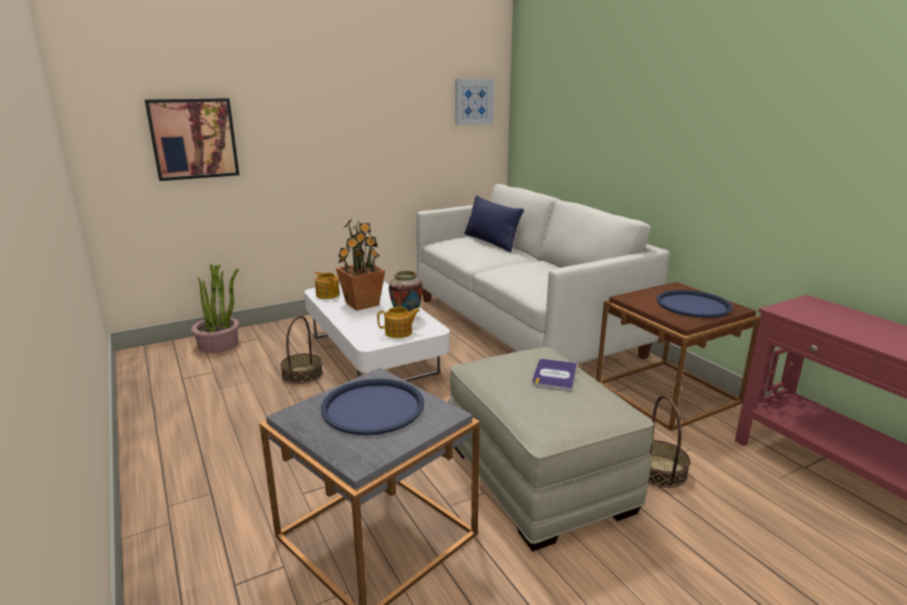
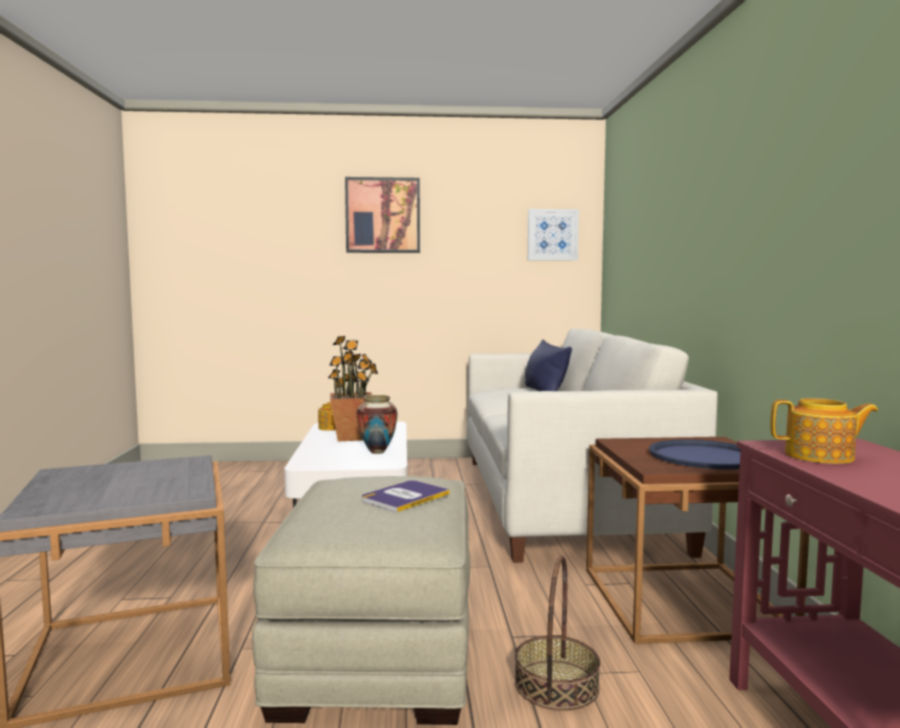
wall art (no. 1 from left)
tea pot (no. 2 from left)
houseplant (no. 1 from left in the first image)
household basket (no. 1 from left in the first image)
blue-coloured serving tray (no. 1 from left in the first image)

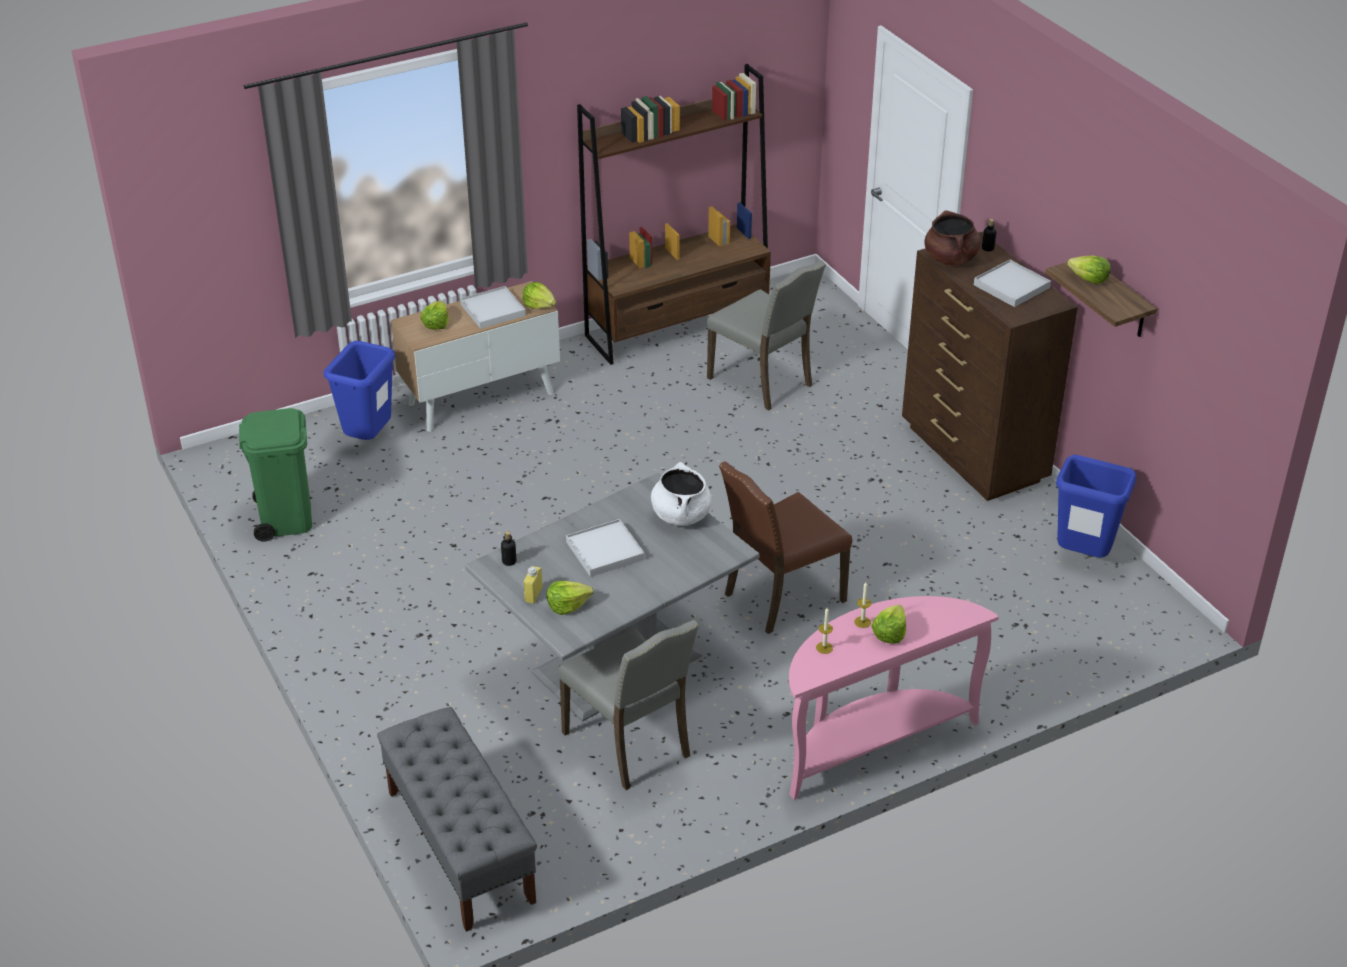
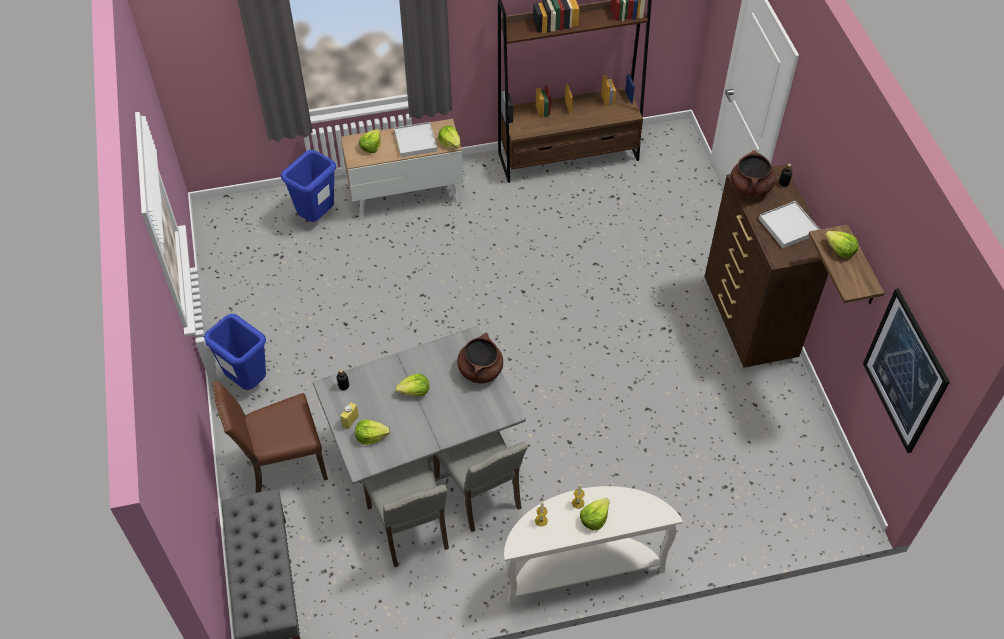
blue-coloured trash can (no. 1 from left)
brownish chair
lettuce head (no. 3 from left)
gray chair (no. 2 from left)
brownish stockpot (no. 1 from left)
whitish console table
wall art
green trash can

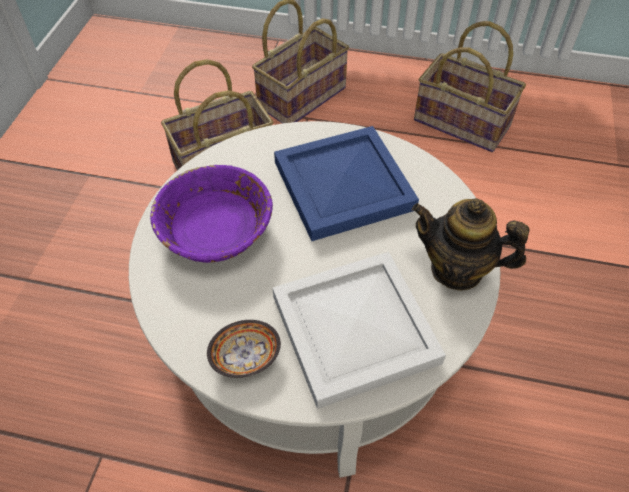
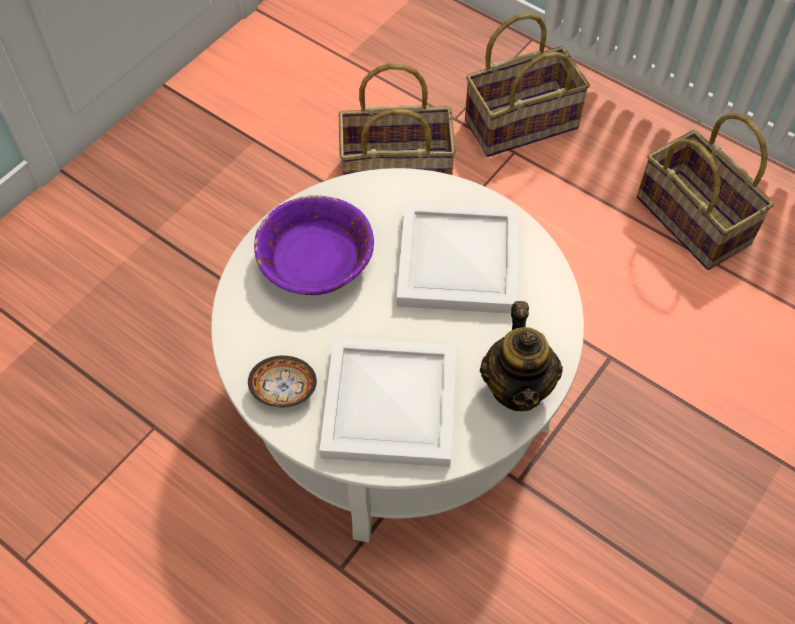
whitish serving tray (no. 2 from left)
tea pot

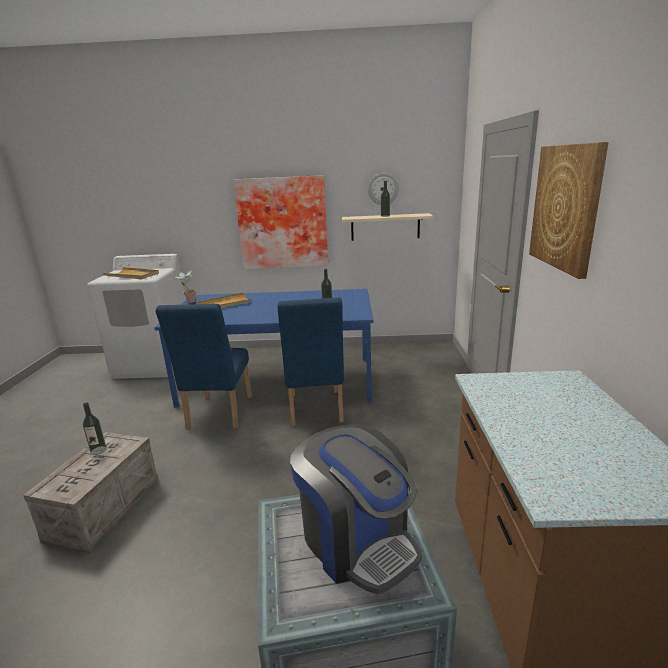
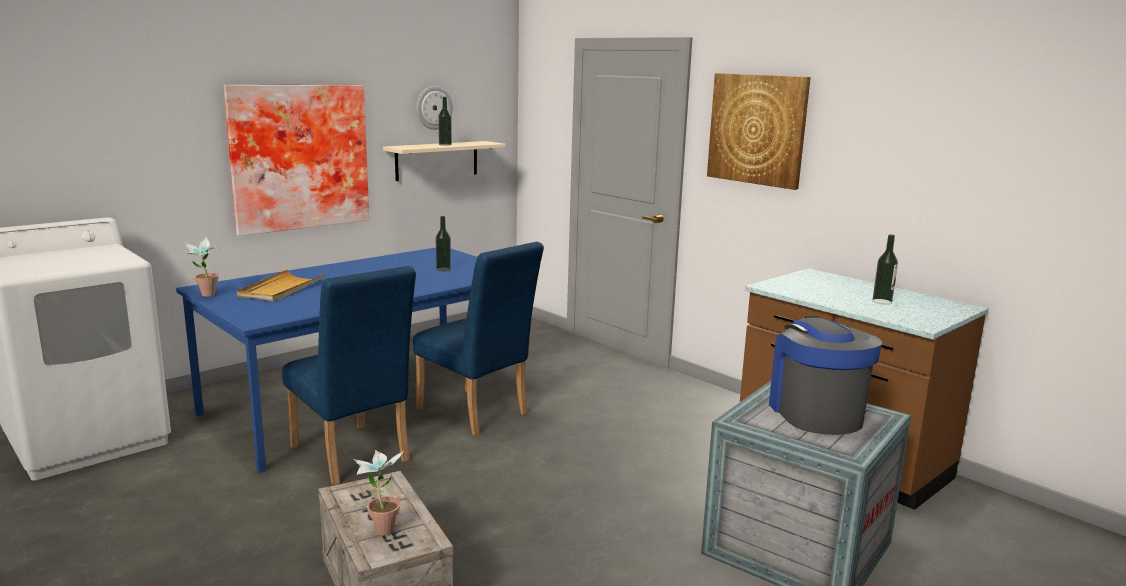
houseplant (no. 2 from left)
coffee brewer
drink bottle (no. 3 from left)
beige-coloured serving tray (no. 1 from left in the first image)

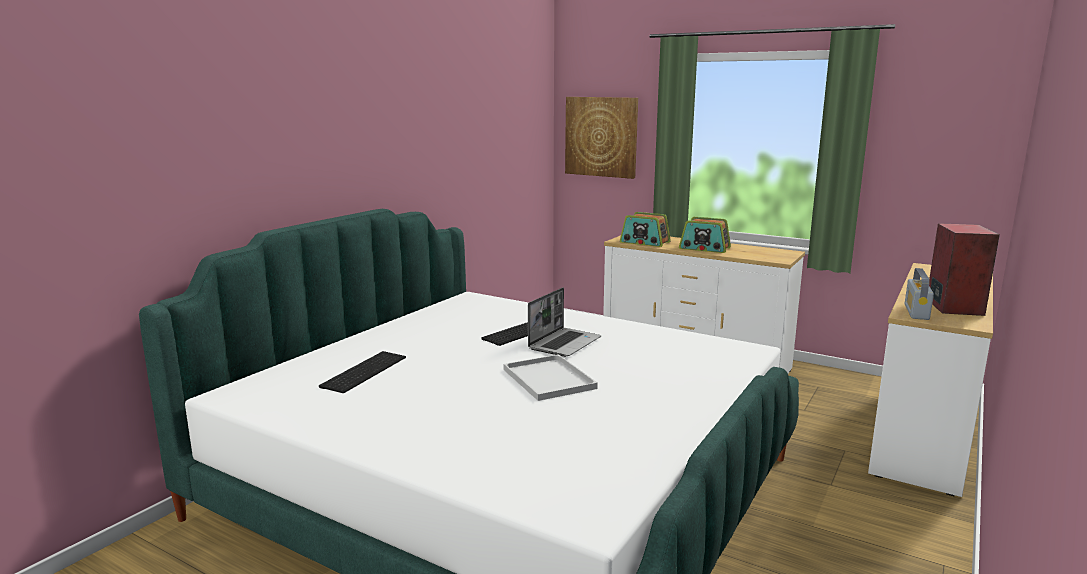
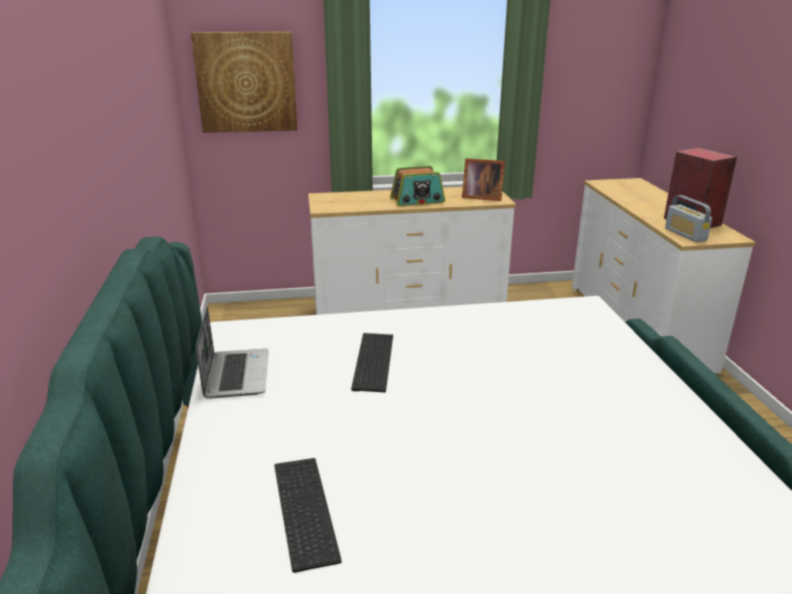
portable computer
picture frame
whitish serving tray
radio (no. 1 from left in the first image)

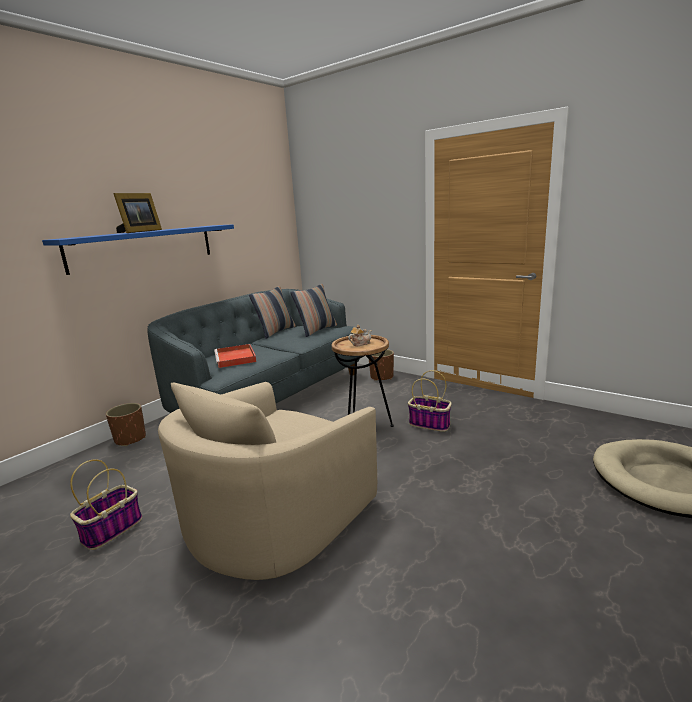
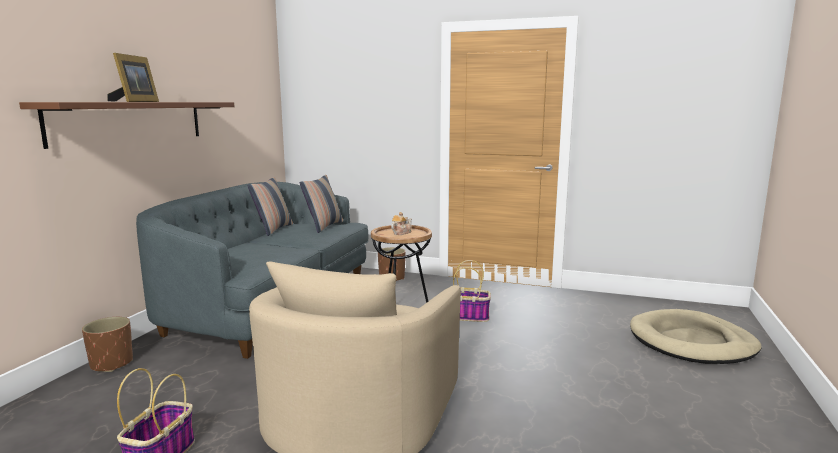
brownish wall shelf
red-coloured serving tray

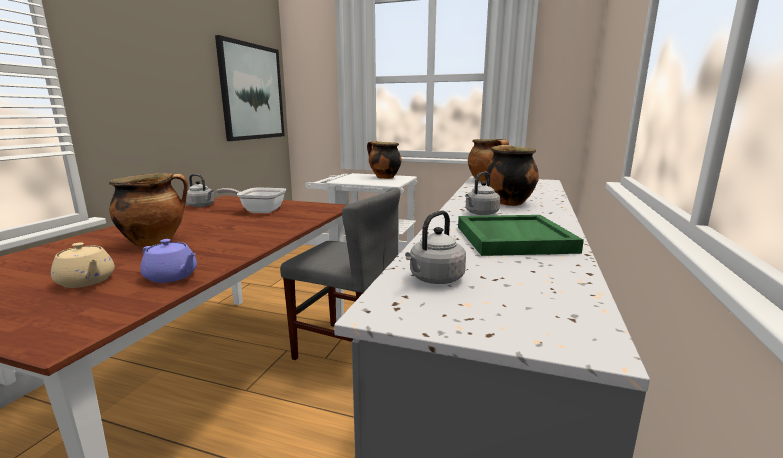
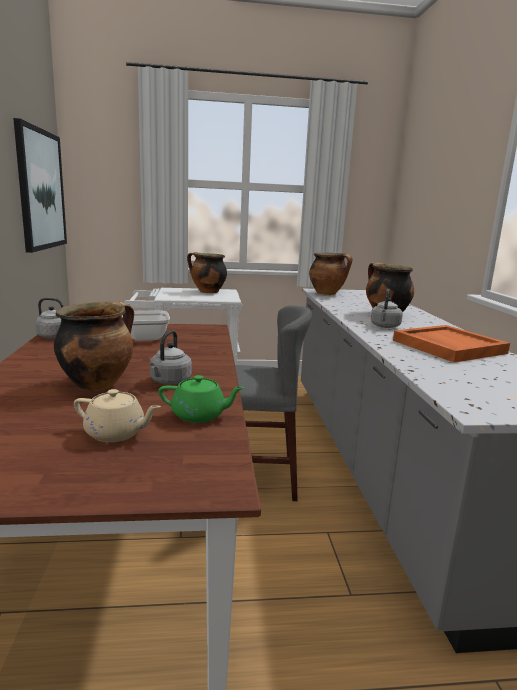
gray kettle (no. 2 from left)
green tea pot
orangey serving tray

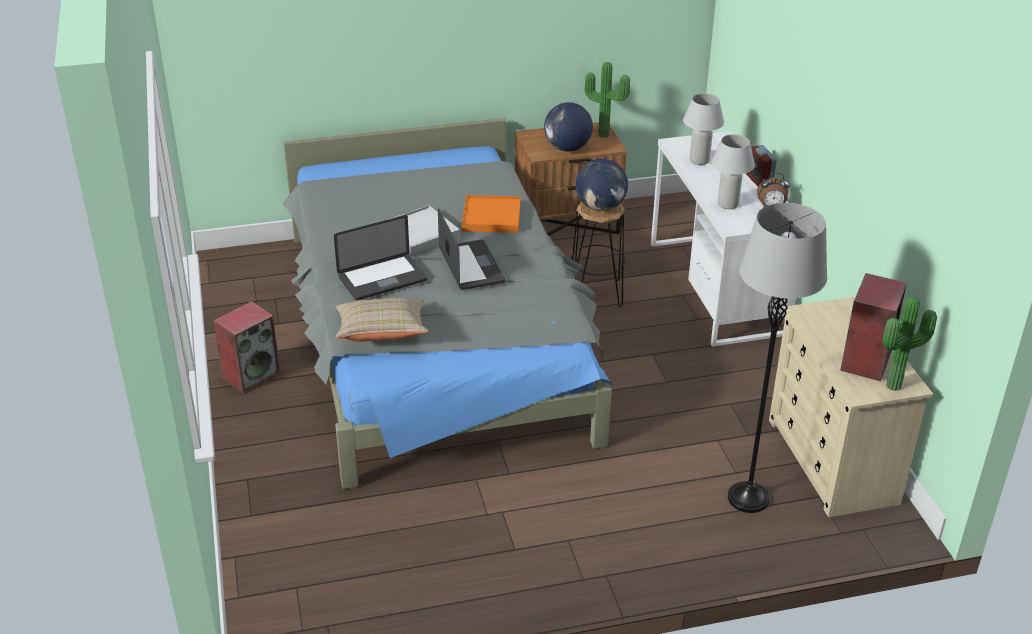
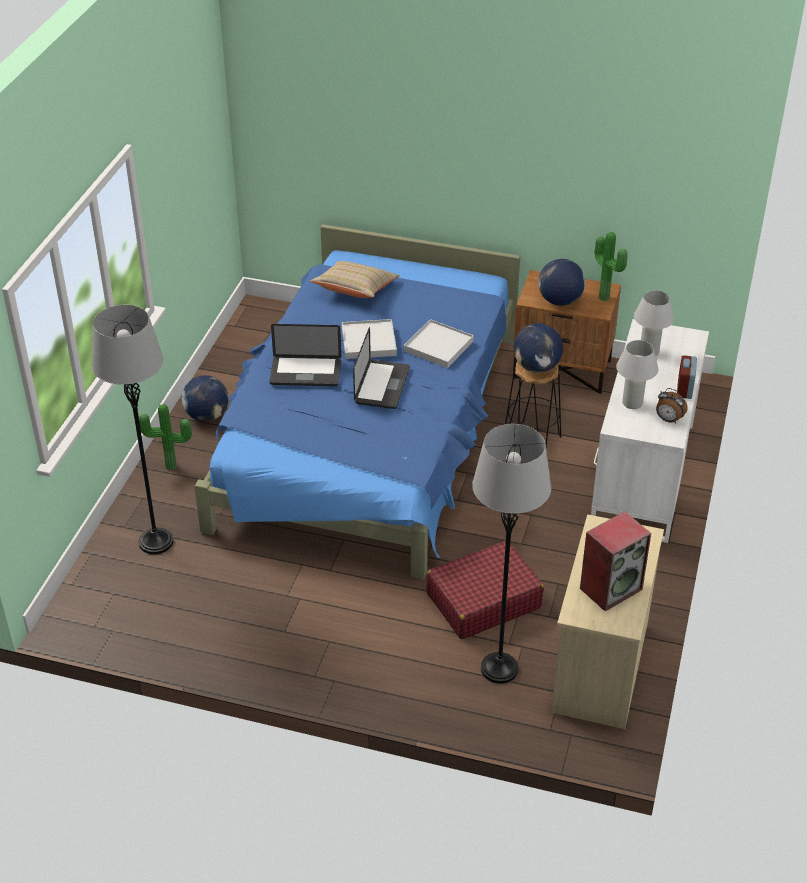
gray standard lamp (no. 1 from left)
houseplant (no. 1 from left)
globe (no. 1 from left)
blue-coloured bedroom bed
beige-coloured throw pillow
whitish serving tray (no. 2 from left)
red-coloured travel case

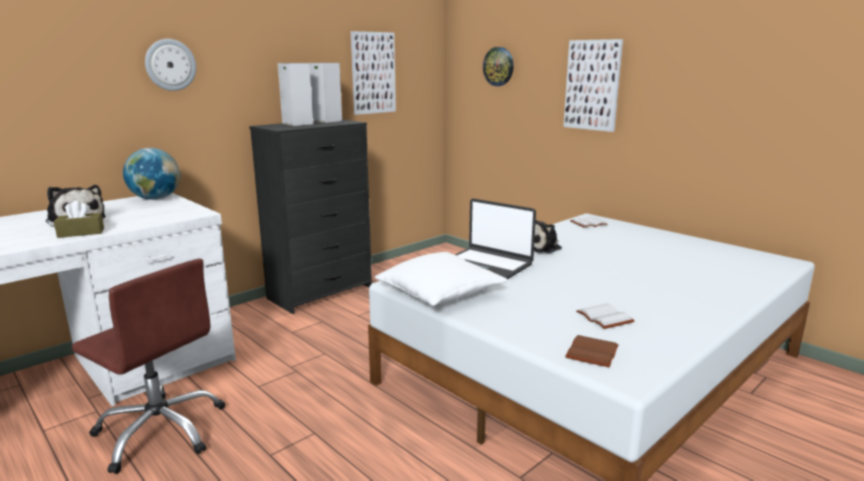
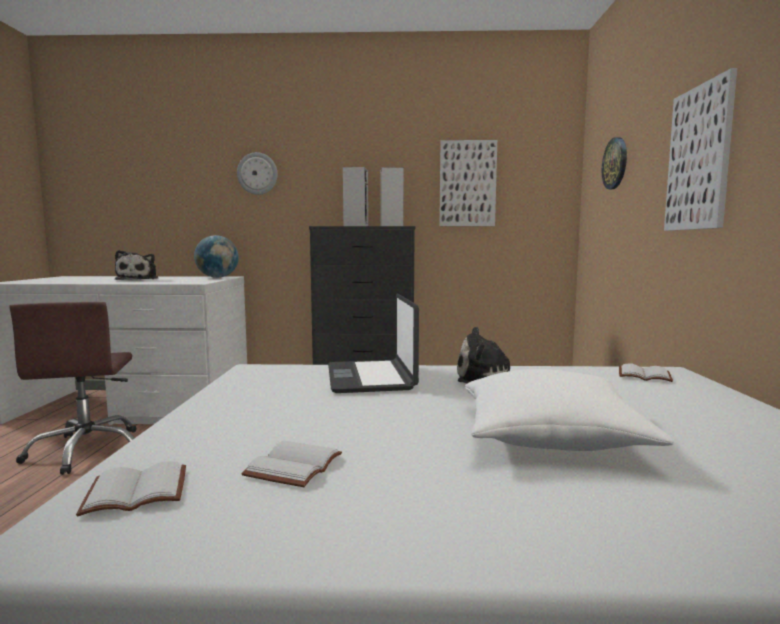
whitish volume (no. 1 from left)
whitish throw pillow
brownish box of tissues

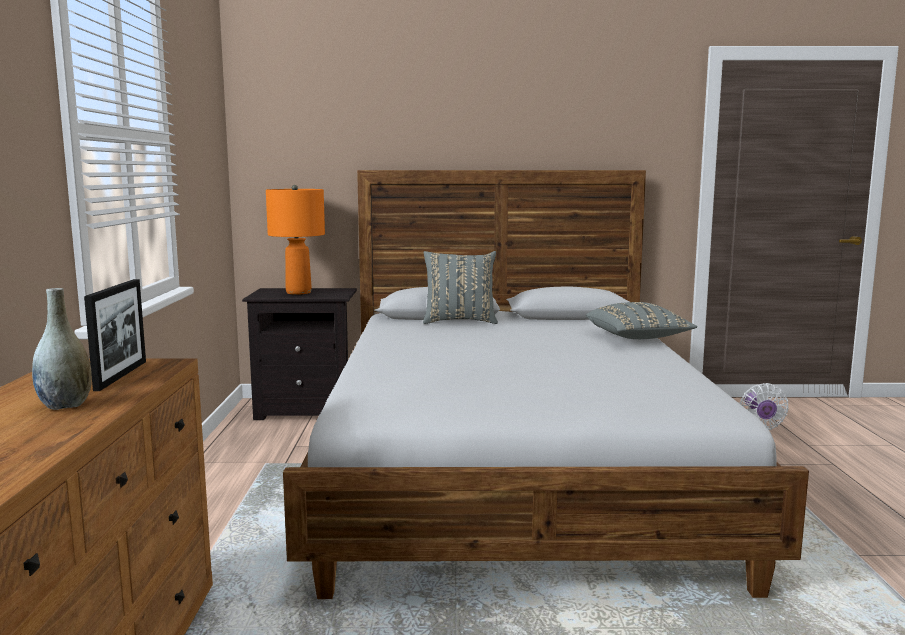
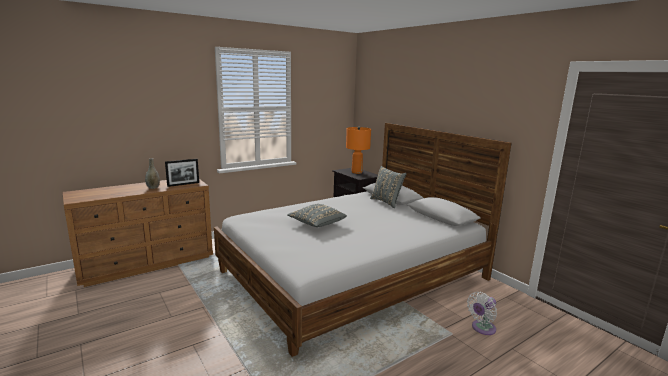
gray throw pillow (no. 1 from left)

